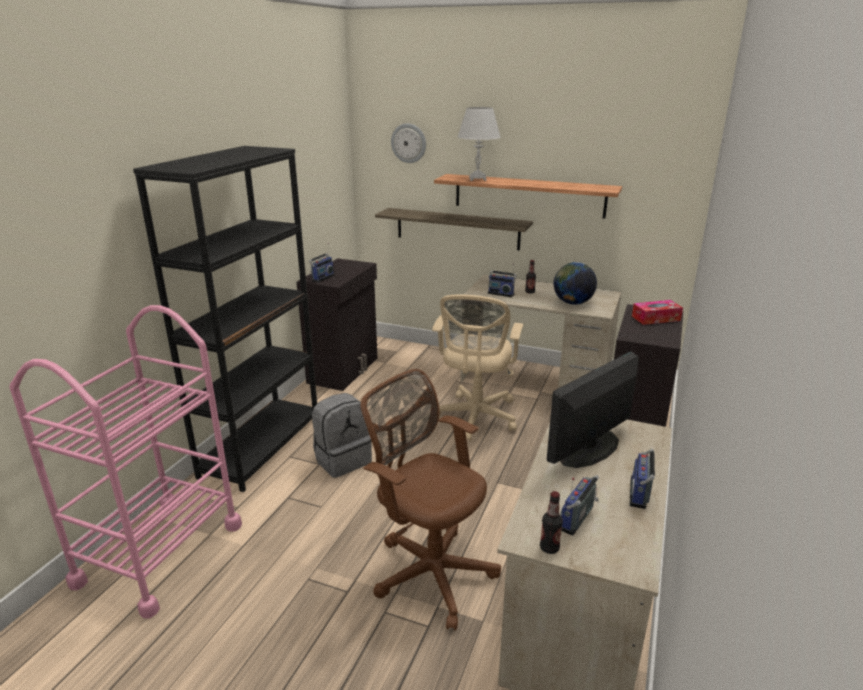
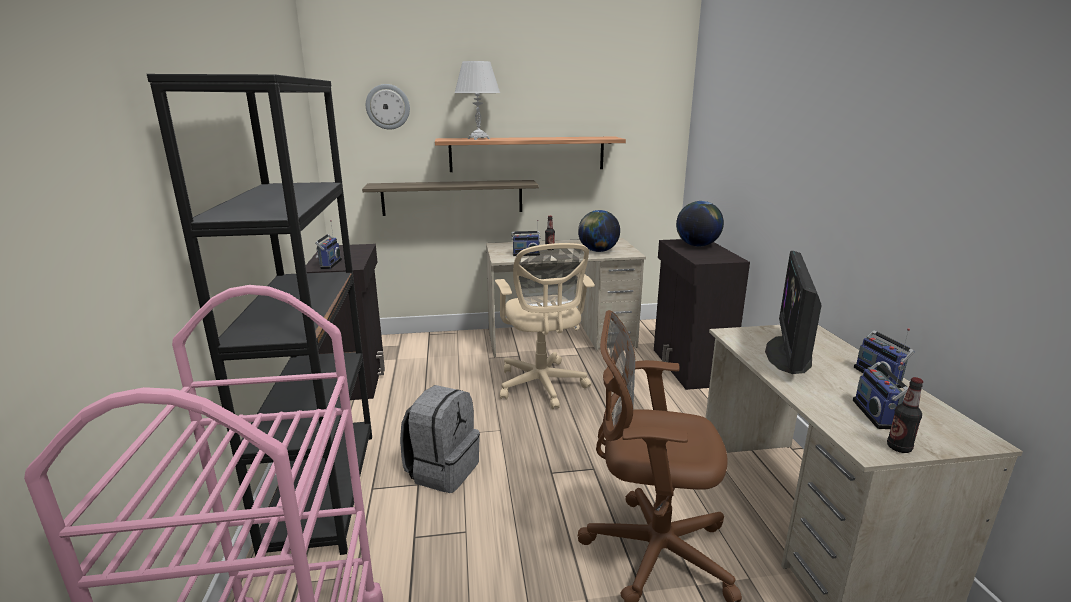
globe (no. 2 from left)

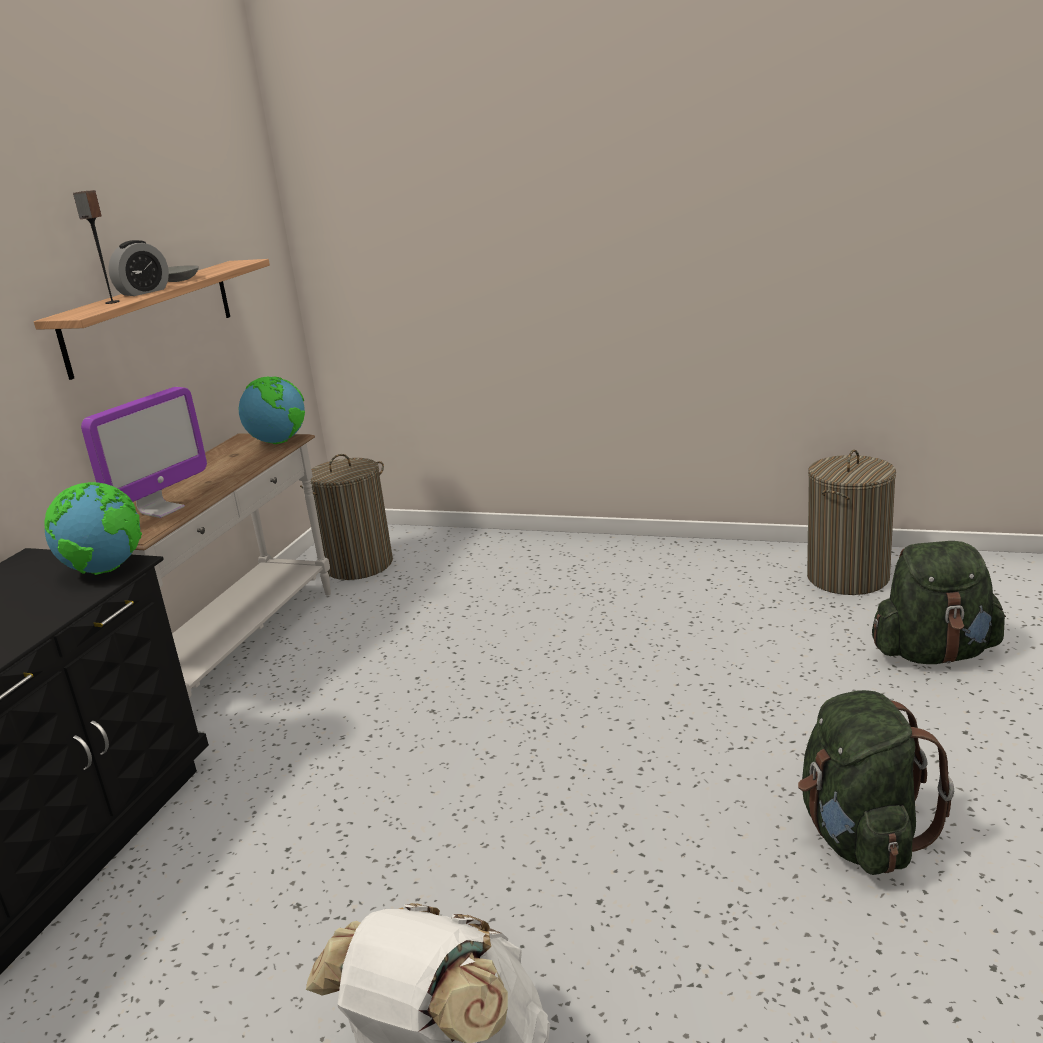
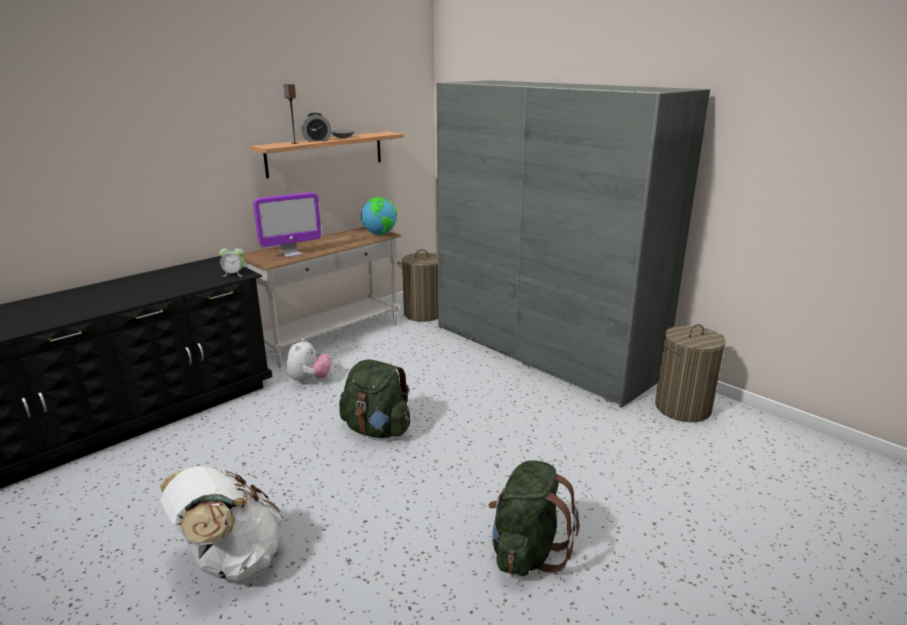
bedside clock (no. 1 from left)
cuddly toy
green knapsack (no. 1 from left)
gray clothes cupboard

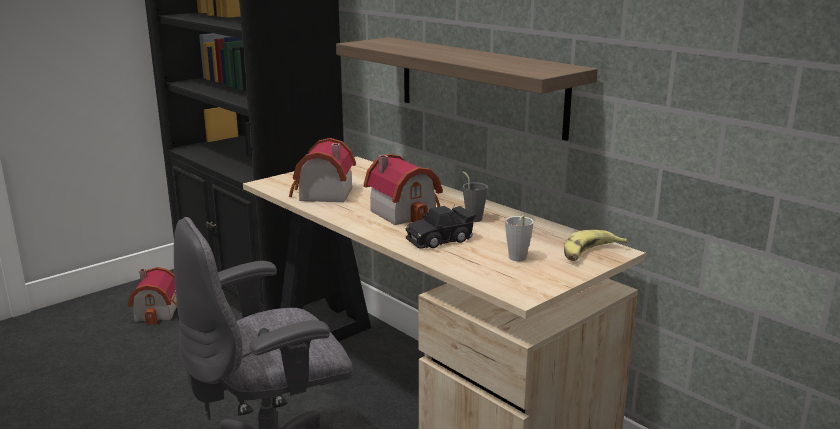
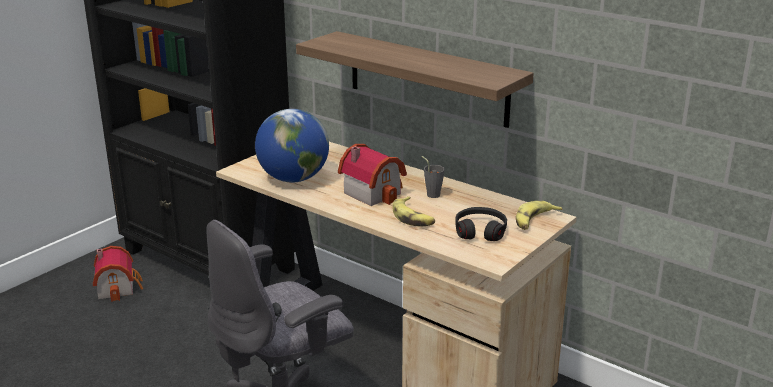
globe
whole banana (no. 1 from left)
black-coloured headphones

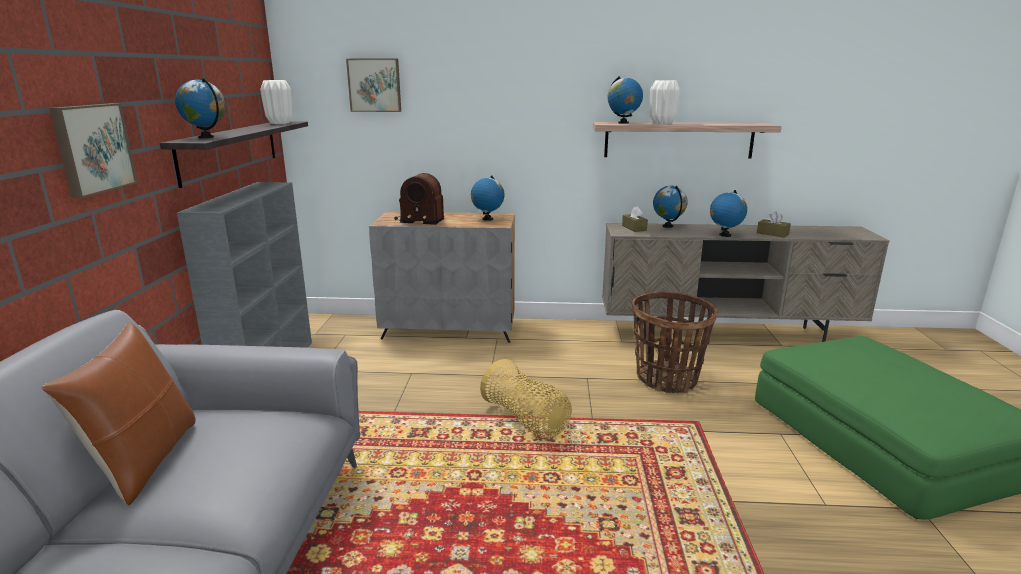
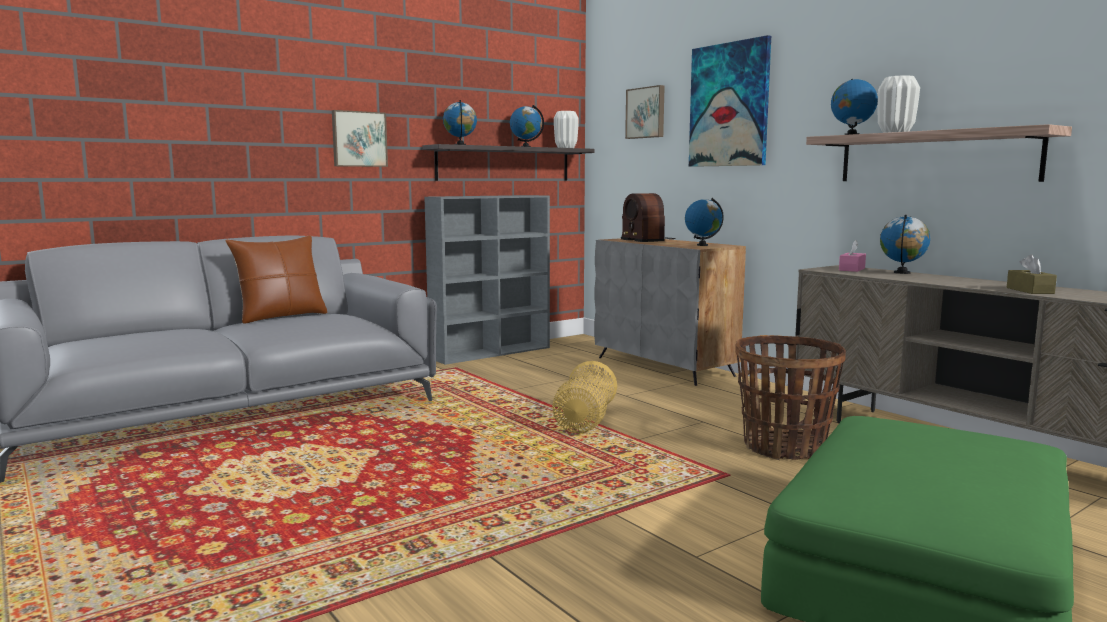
globe (no. 2 from left)
wall art (no. 3 from left)
pink-coloured box of tissues

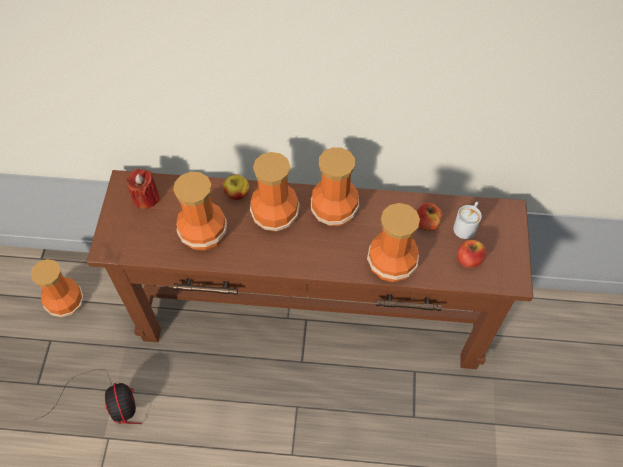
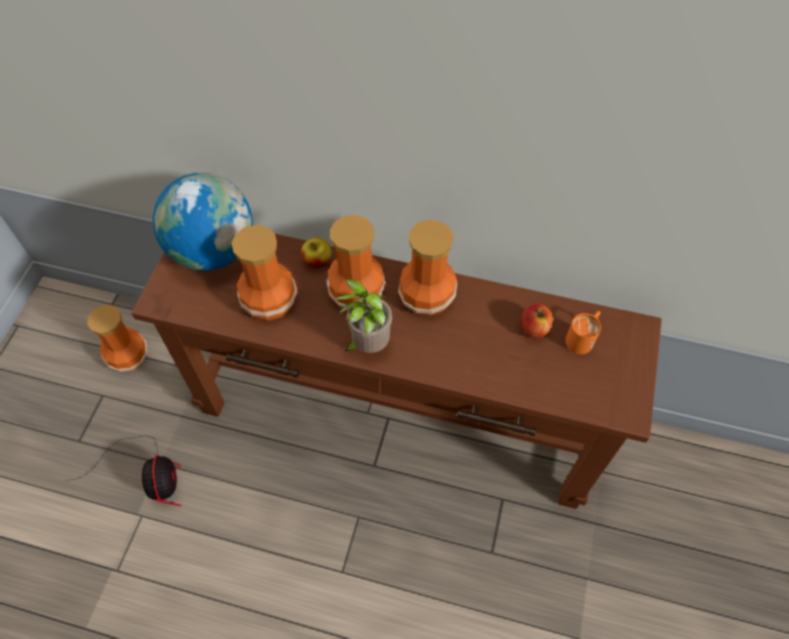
globe
houseplant
orangey tea mug
decorative vase (no. 5 from left in the first image)
whole apple (no. 3 from left in the first image)

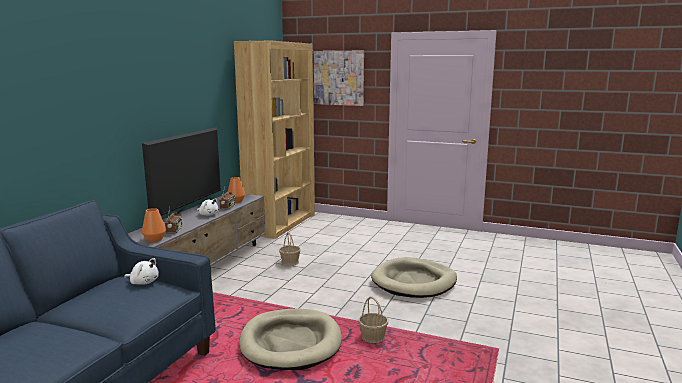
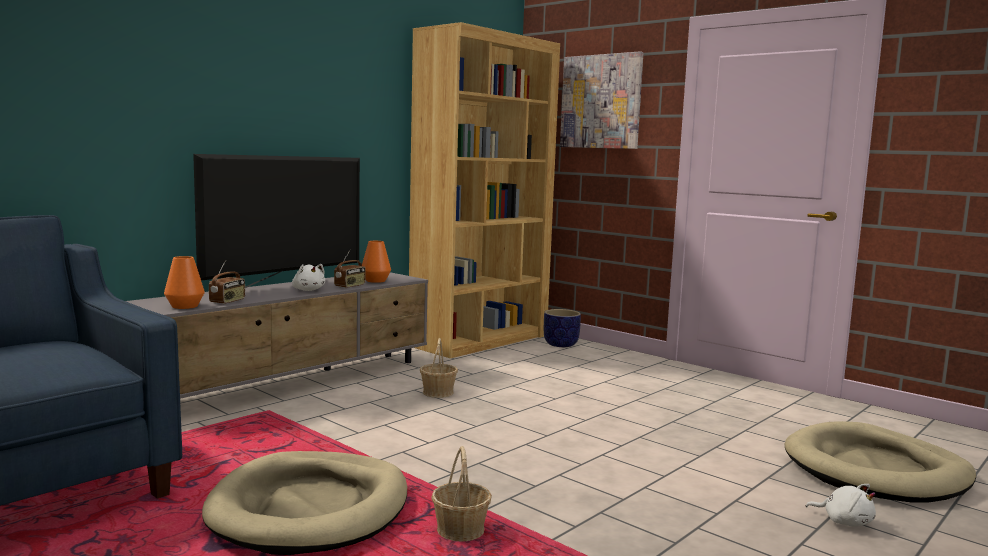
flower pot
beige-coloured dog bed (no. 2 from left)
whitish cuddly toy (no. 2 from left)

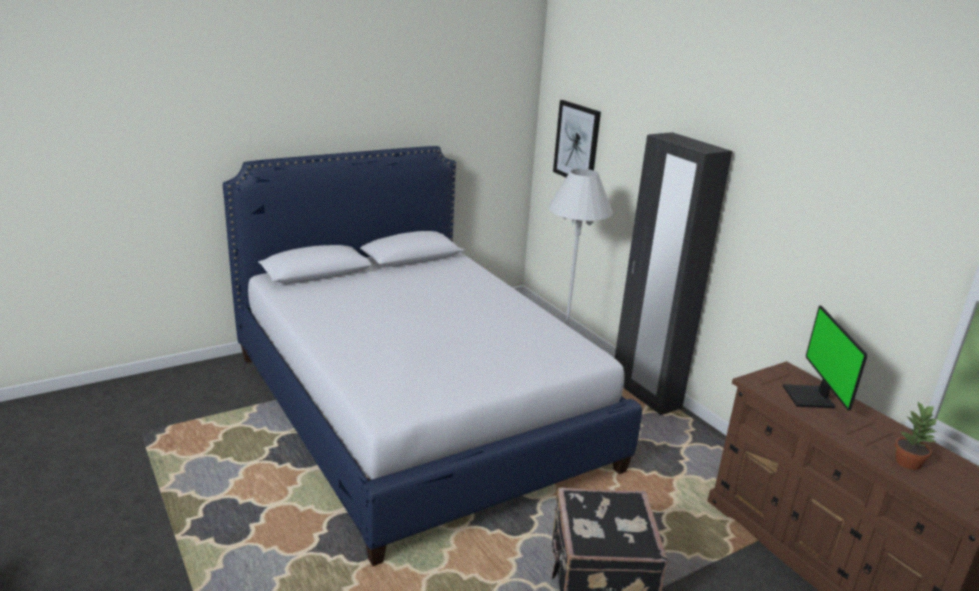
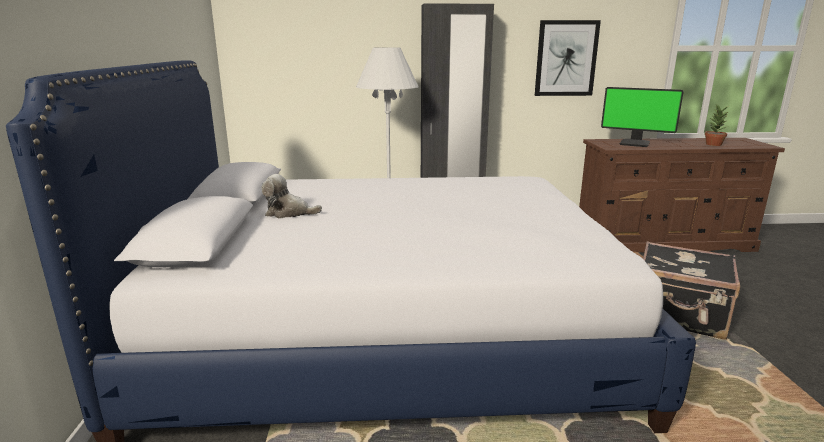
cuddly toy
wall art

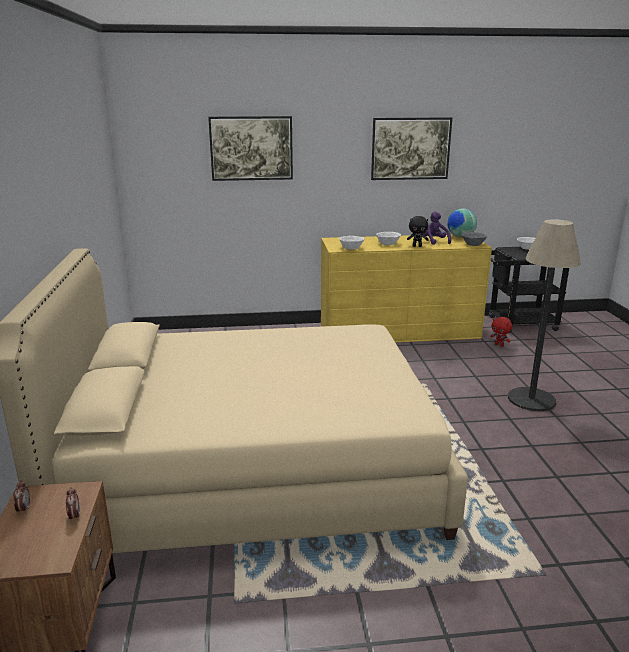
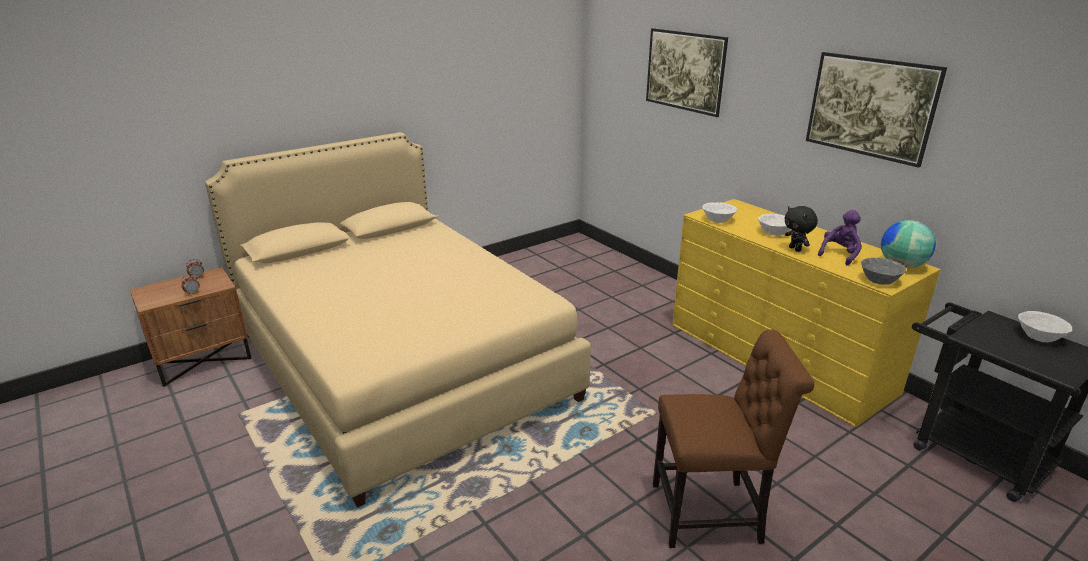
brownish chair
red-coloured cuddly toy

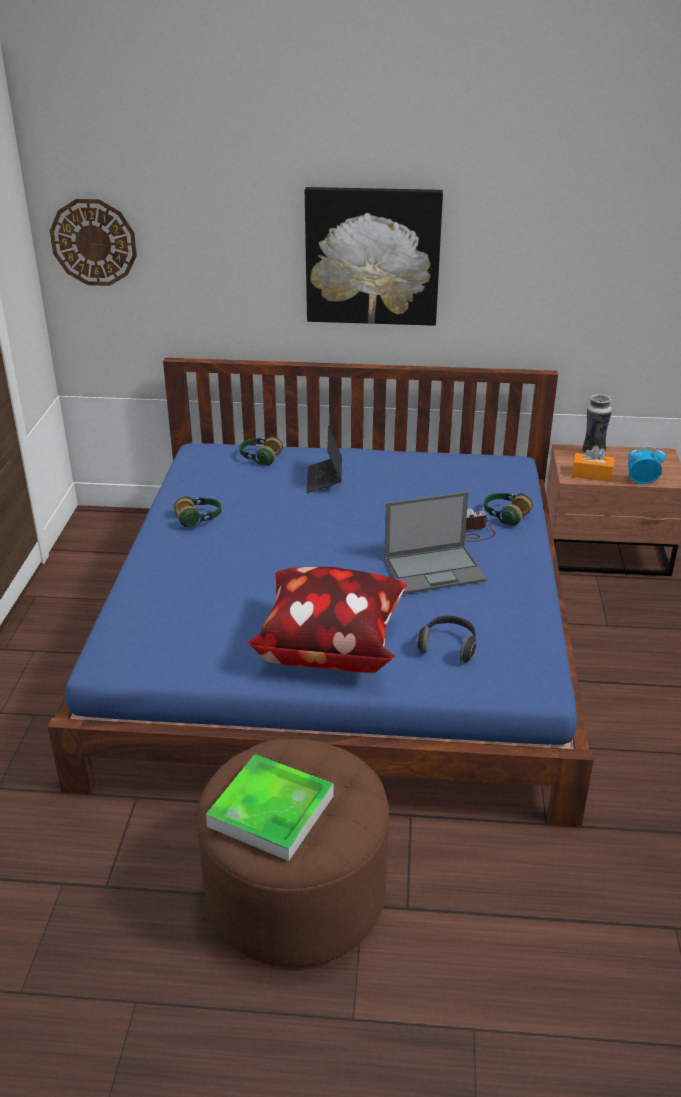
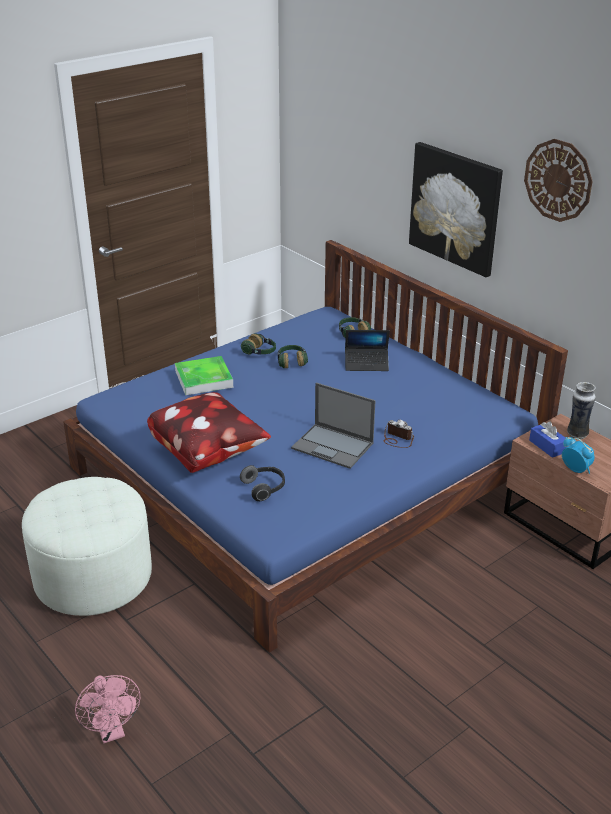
whitish pouffe
pink-coloured electric fan
serving tray
headphones (no. 3 from left)
portable computer (no. 2 from left)
wall clock
blue-coloured box of tissues

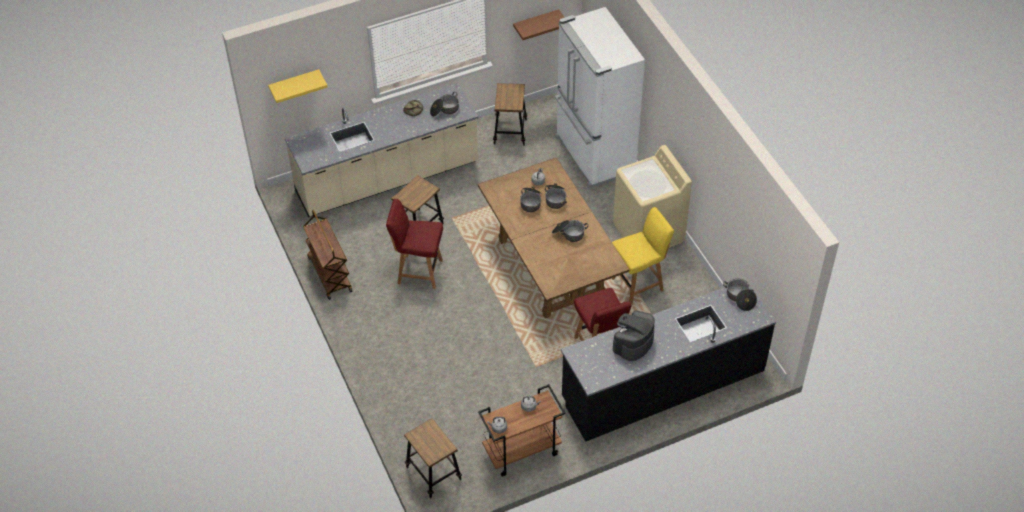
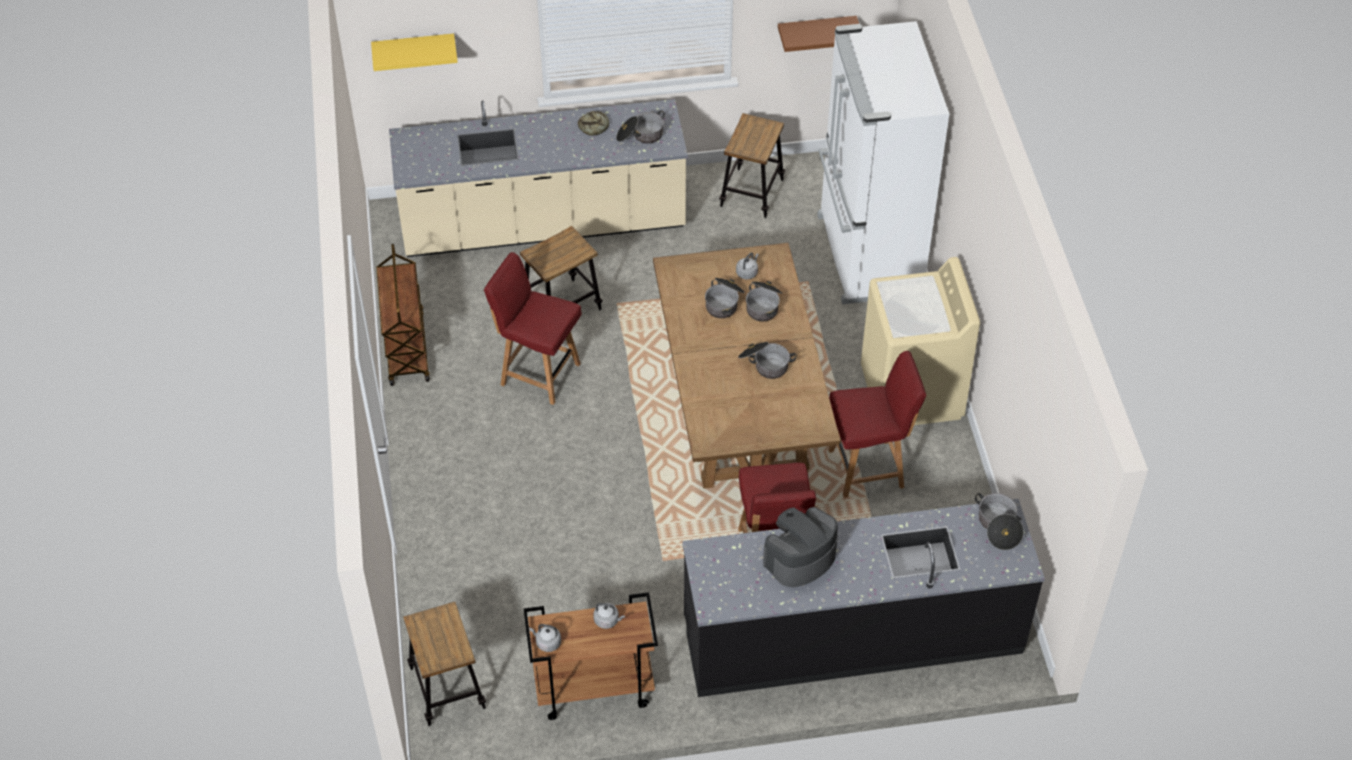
red-coloured chair (no. 3 from left)

